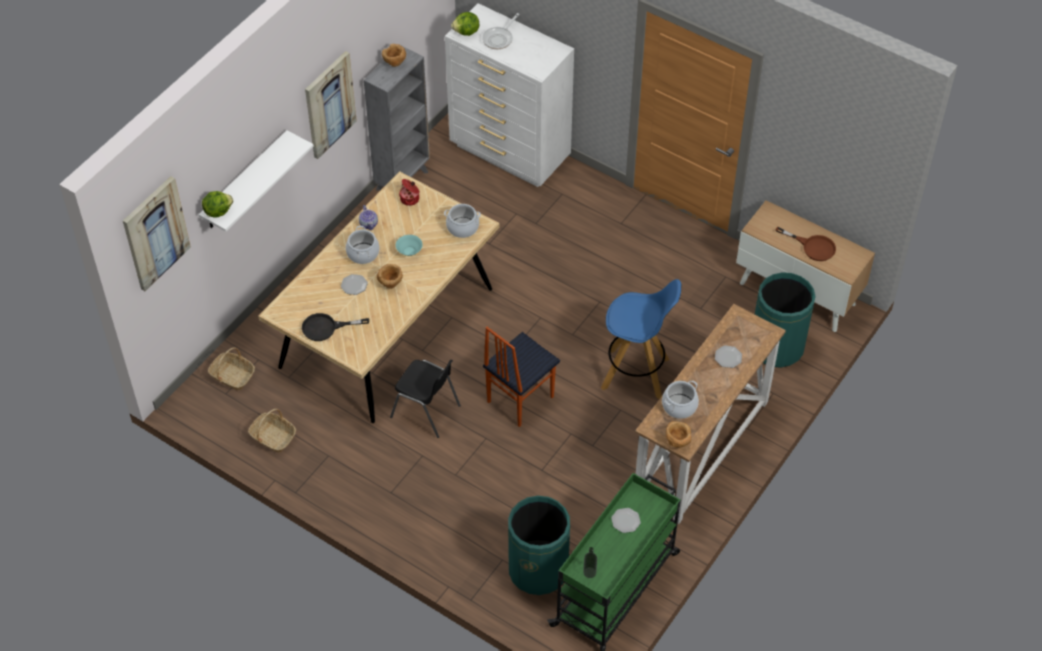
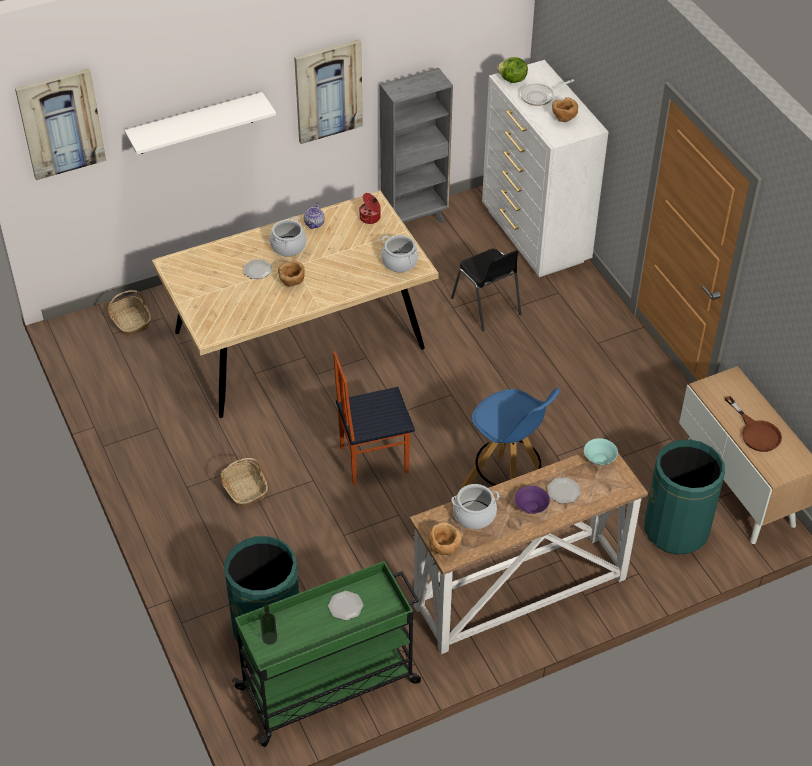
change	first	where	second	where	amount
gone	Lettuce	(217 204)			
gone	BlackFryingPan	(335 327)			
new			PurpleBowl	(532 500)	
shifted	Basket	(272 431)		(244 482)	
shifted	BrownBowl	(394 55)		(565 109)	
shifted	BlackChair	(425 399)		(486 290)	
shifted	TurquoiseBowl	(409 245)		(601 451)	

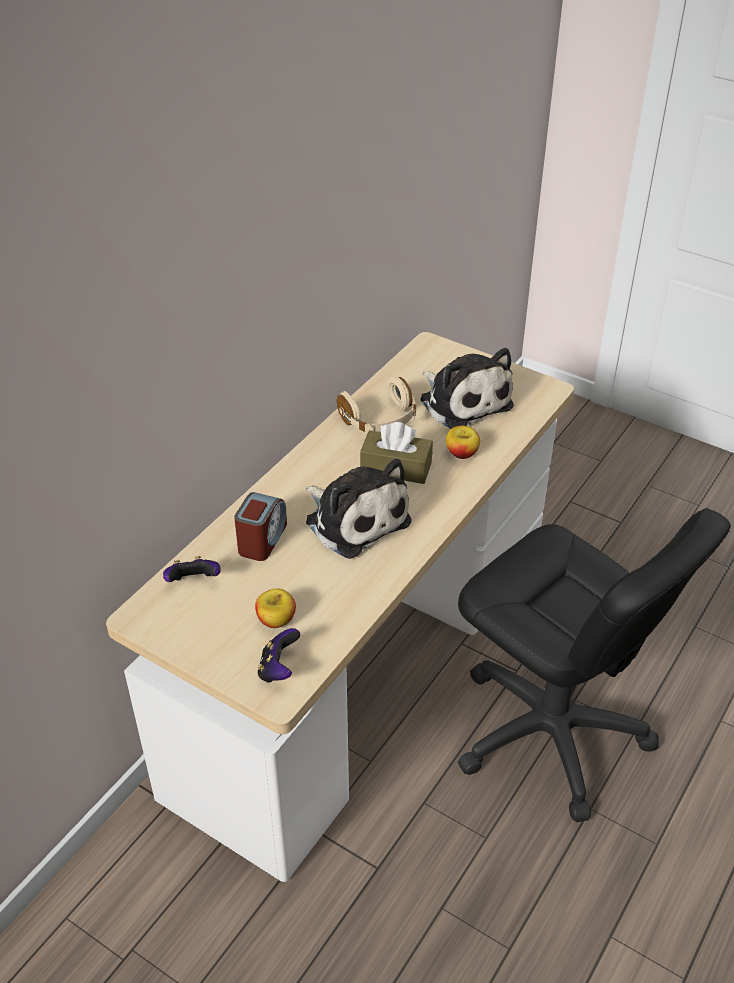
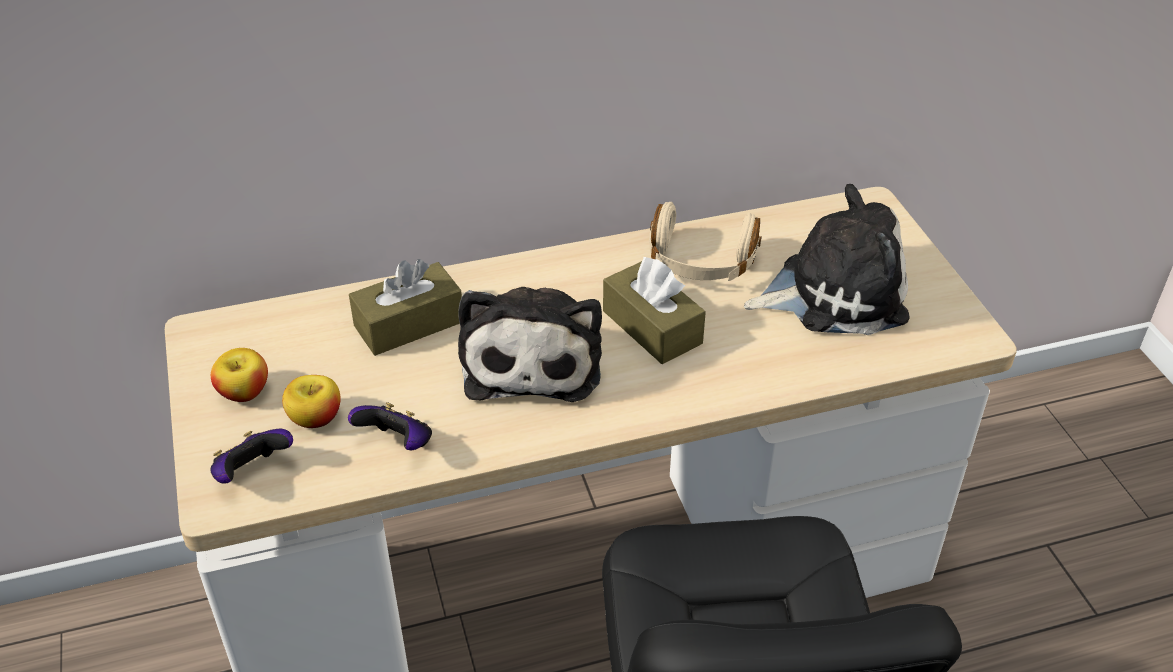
change	first	where	second	where	amount
shifted	GameController	(192 569)		(390 426)	
shifted	Apple	(463 442)		(239 375)	
swapped	AlarmClock	(260 526)	BrownTissueBox	(405 307)	
rotated	PlushToy	(467 388)		(827 259)	105 degrees counterclockwise

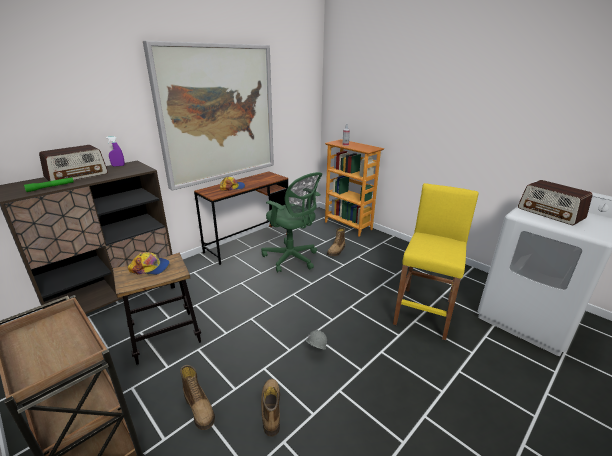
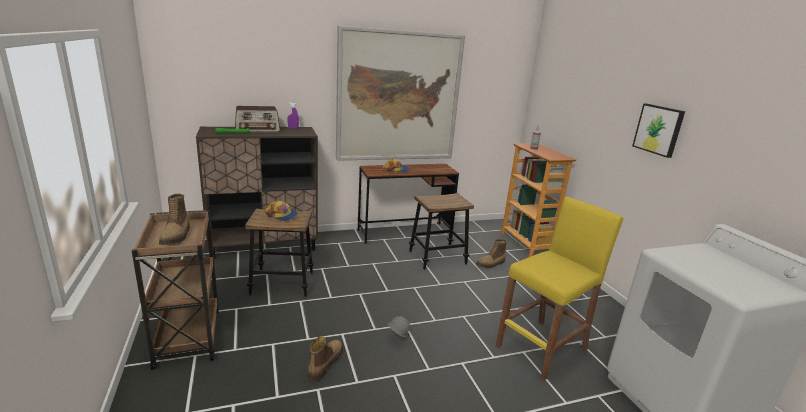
change	first	where	second	where	amount
gone	Radio	(555 202)			
new			Picture	(658 131)	
shifted	Boot	(197 397)		(174 219)	
swapped	GreenOfficeChair	(291 222)	Stool	(441 231)	

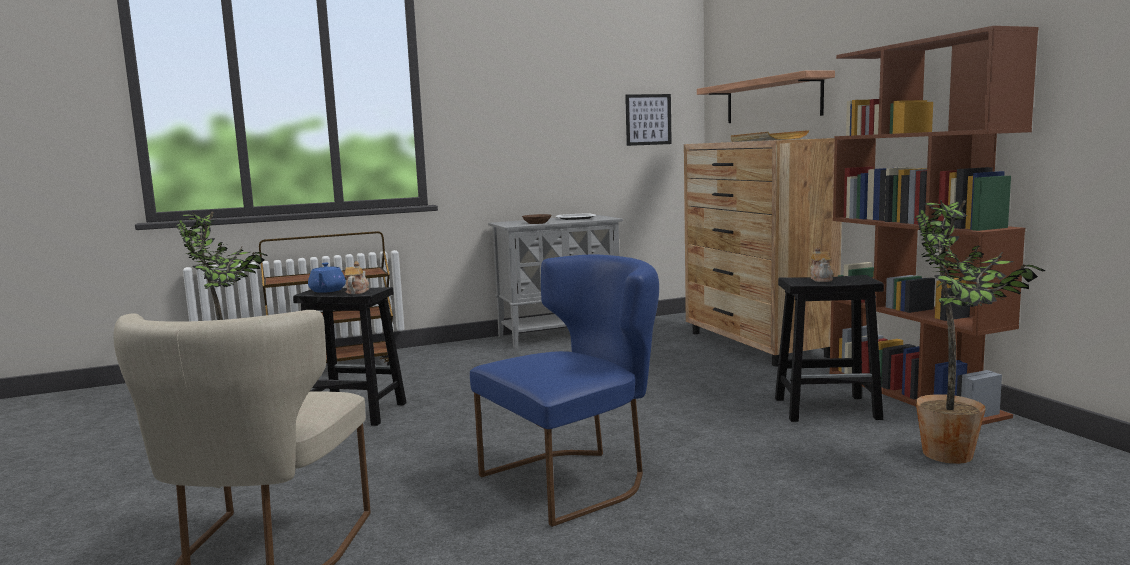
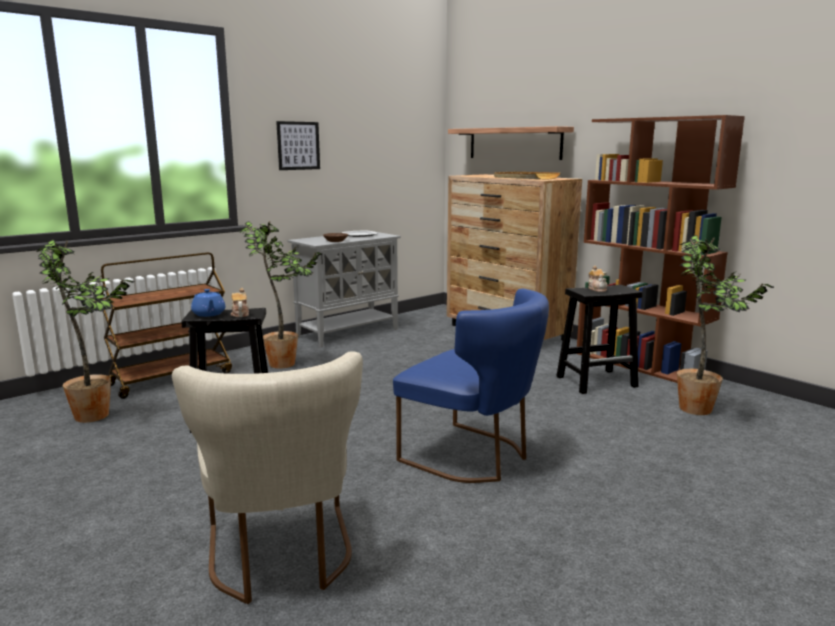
change	first	where	second	where	amount
new			PottedPlant	(280 295)	
shifted	Picture	(648 120)		(298 145)	
rotated	BlueChair	(564 391)		(471 386)	90 degrees clockwise

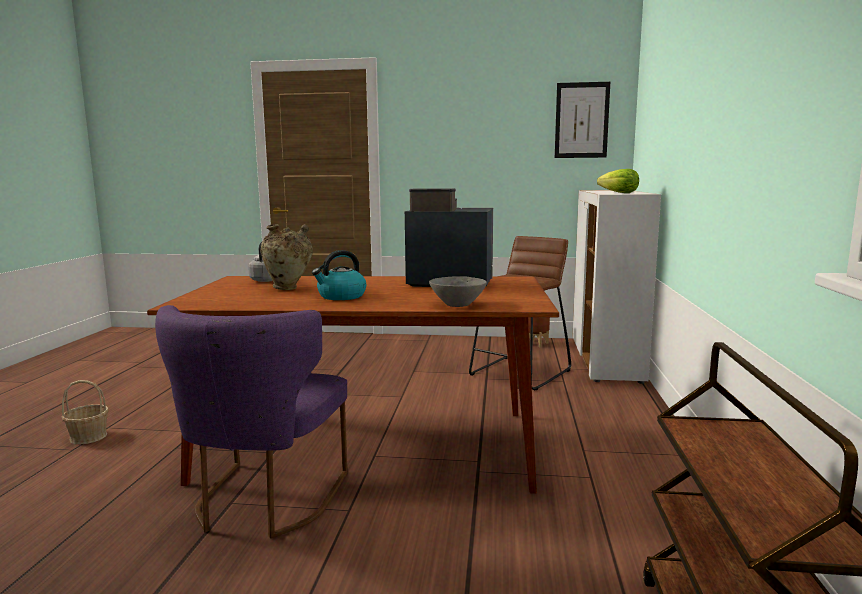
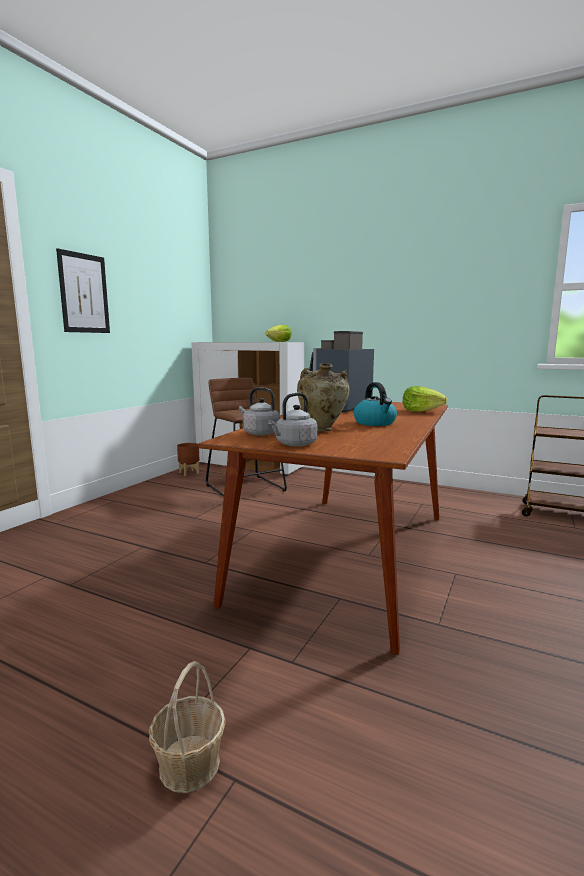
change	first	where	second	where	amount
gone	PurpleChair	(251 422)			
new			GreyKettle	(292 420)	
shifted	Picture	(582 120)		(83 290)	
swapped	GreyBowl	(458 291)	Lettuce	(425 399)	

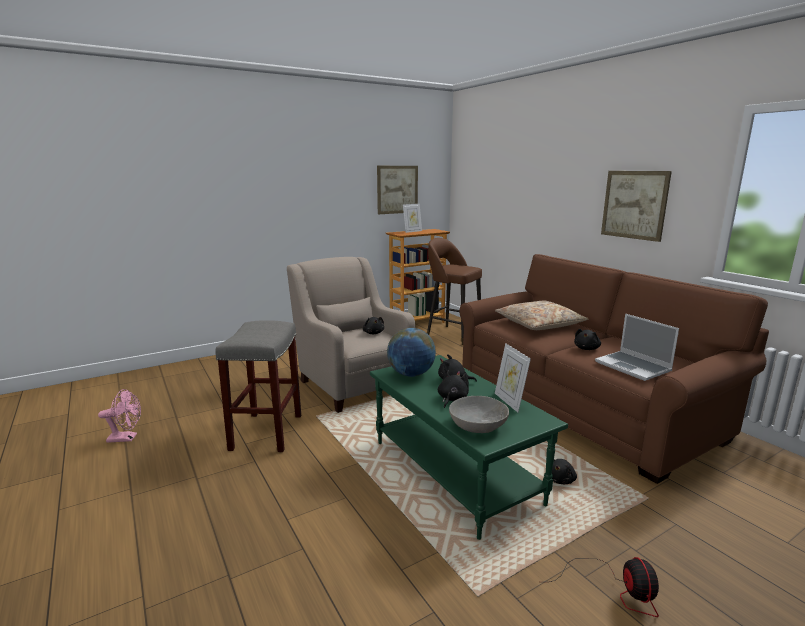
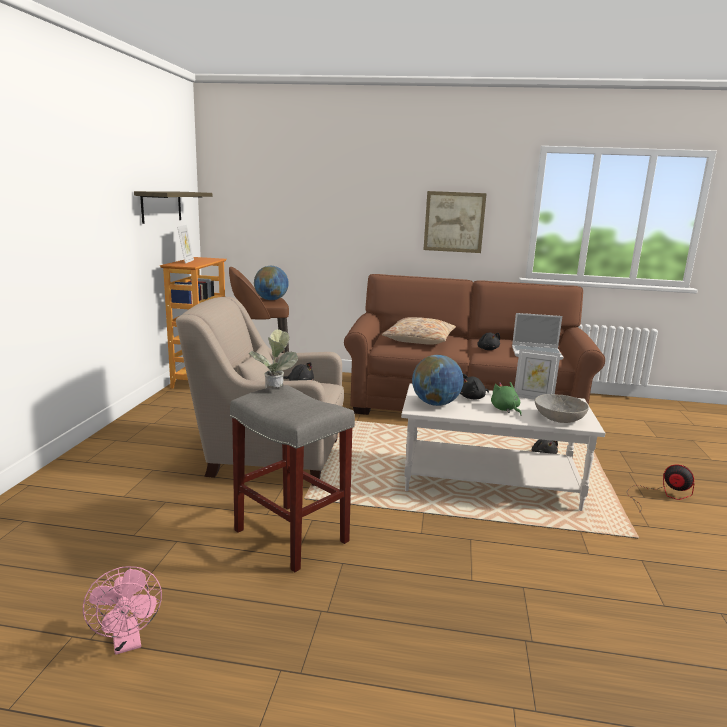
change	first	where	second	where	amount
new			PottedPlant	(273 359)	
new			Globe	(271 283)	
swapped	Picture	(397 190)	Shelf	(173 207)	
repainted	GreenCoffeeTable	(469 447)	WhiteCoffeeTable	(503 447)	
repainted	BlackPlushToy	(453 389)	GreenPlushToy	(506 399)	
rotated	PinkFan	(119 416)		(122 610)	120 degrees clockwise

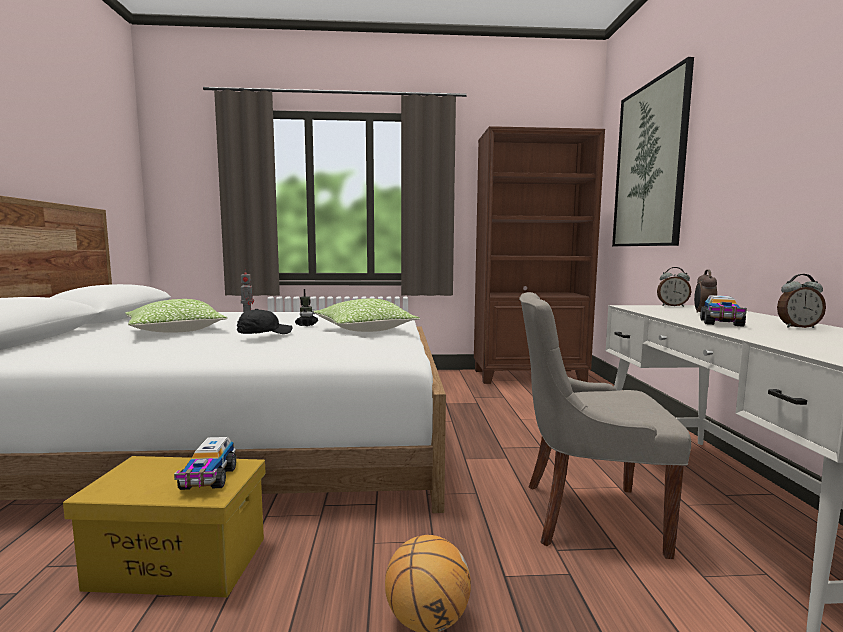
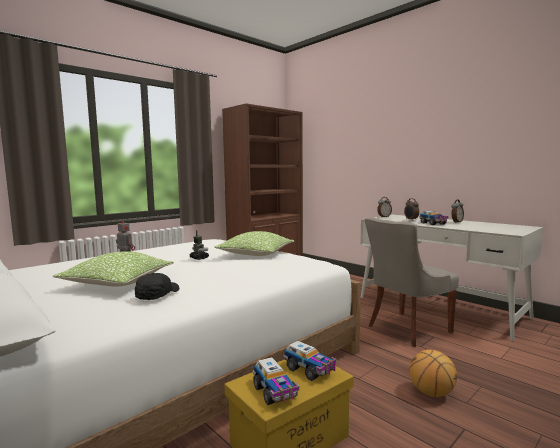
change	first	where	second	where	amount
gone	Picture	(653 151)			
new			ToyTruck	(276 381)	
shifted	BlackCap	(265 321)		(157 286)	

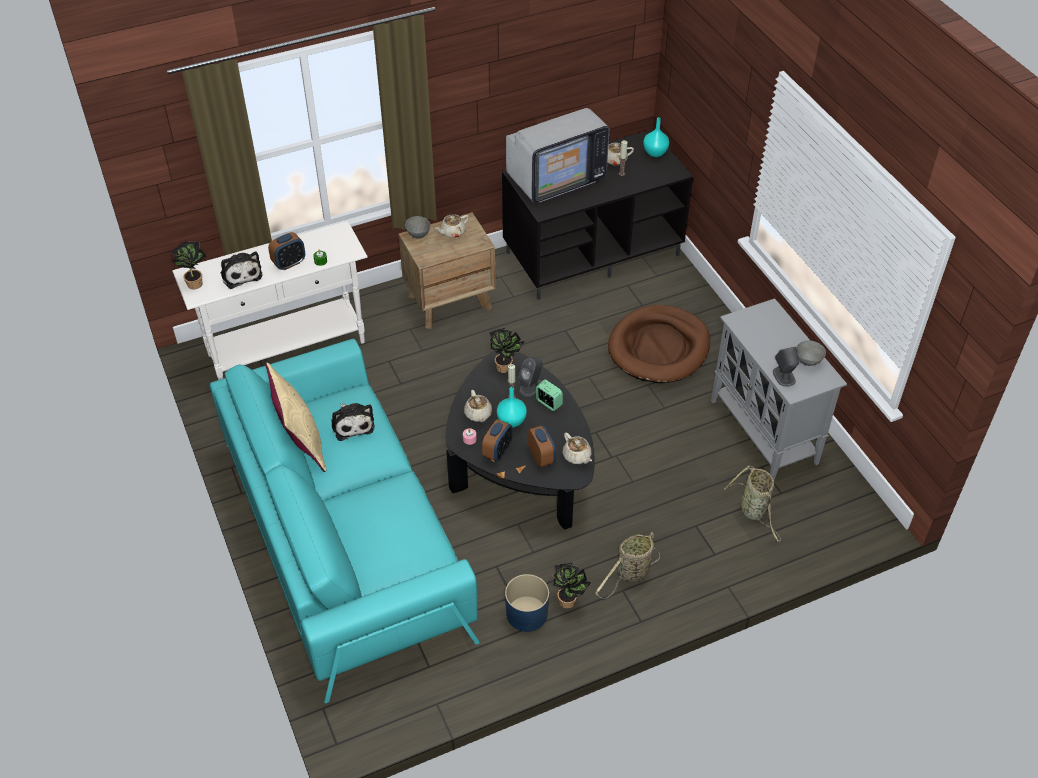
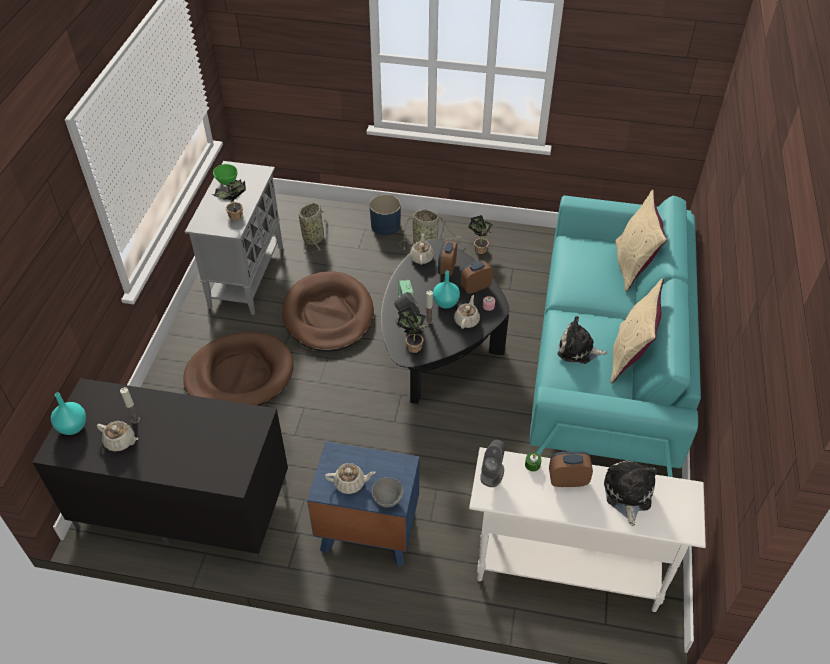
change	first	where	second	where	amount
gone	Television	(557 155)			
new			BrownDogBed	(328 311)	
new			BeigePillow	(641 241)	
shifted	PottedPlant	(188 265)		(229 199)	
shifted	BluePlanter	(527 603)		(385 214)	
shifted	GreySpeaker	(786 367)		(492 463)	
repainted	BrownNightstand	(447 270)	BlueNightstand	(363 504)	
repainted	GreyBowl	(811 353)	GreenBowl	(225 174)	
rotated	PlushToy	(353 422)		(583 340)	90 degrees counterclockwise

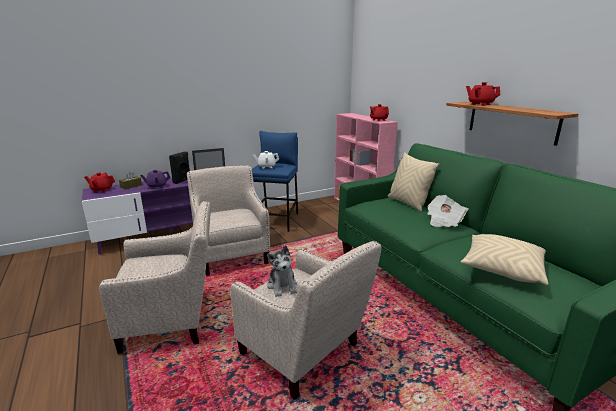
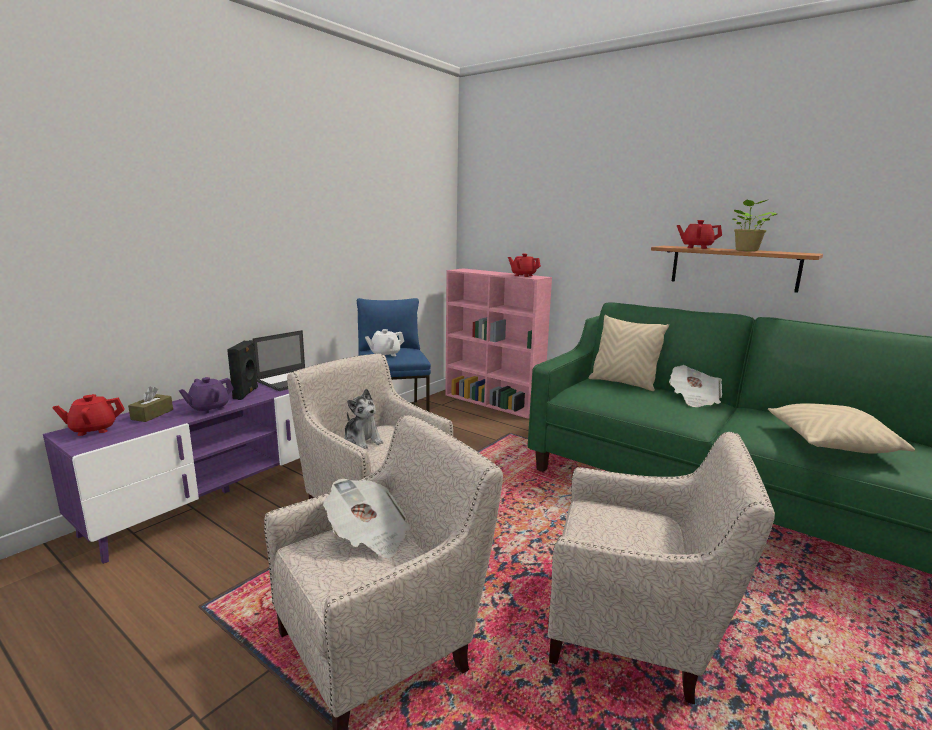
change	first	where	second	where	amount
new			Newspaper	(367 518)	
new			PottedPlant	(754 225)	
shifted	PlushToy	(282 271)		(364 418)	

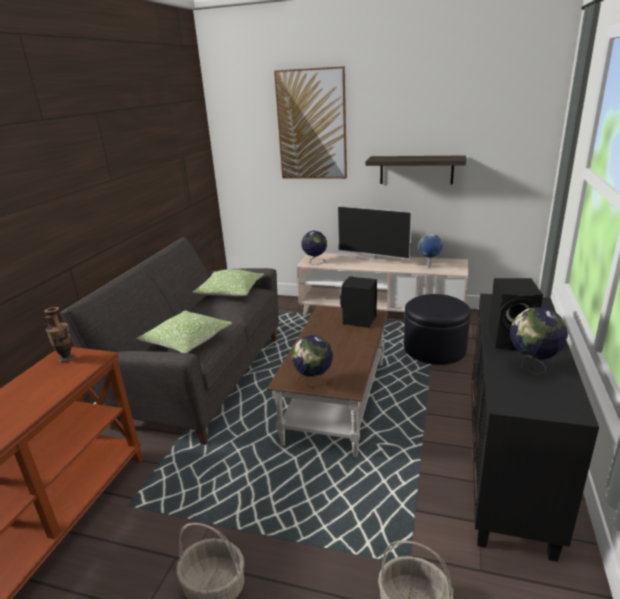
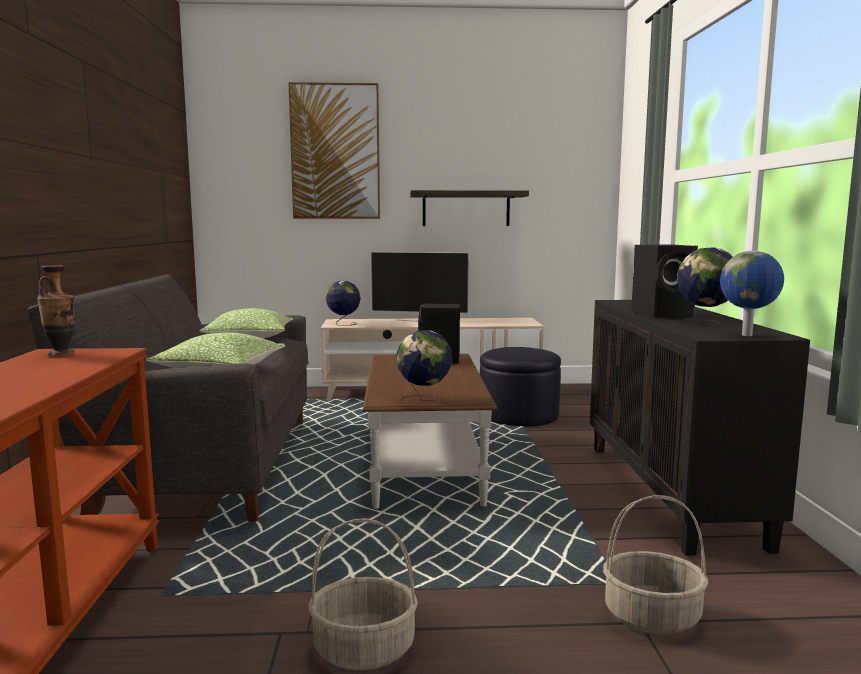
change	first	where	second	where	amount
shifted	Globe	(430 251)		(752 293)	

